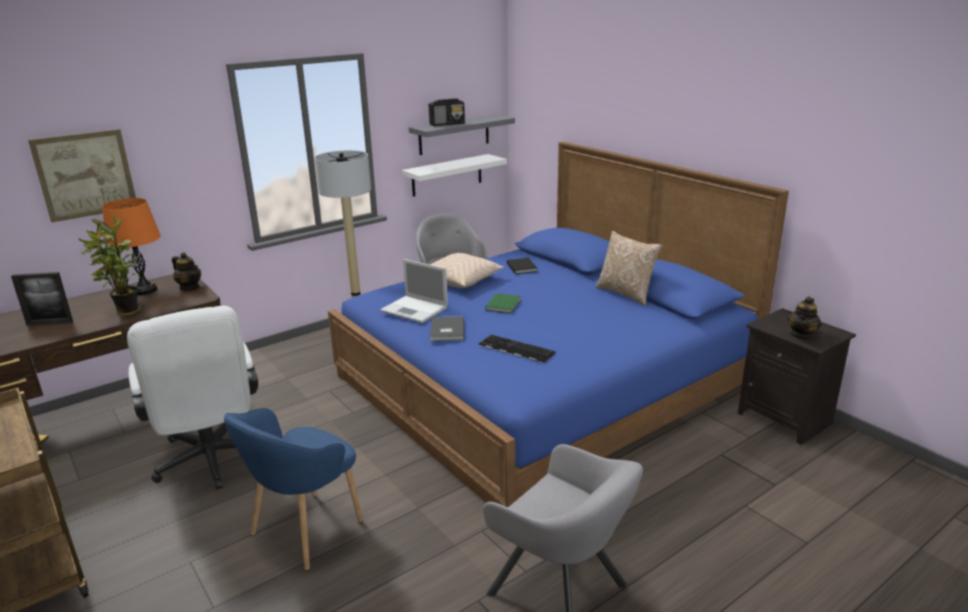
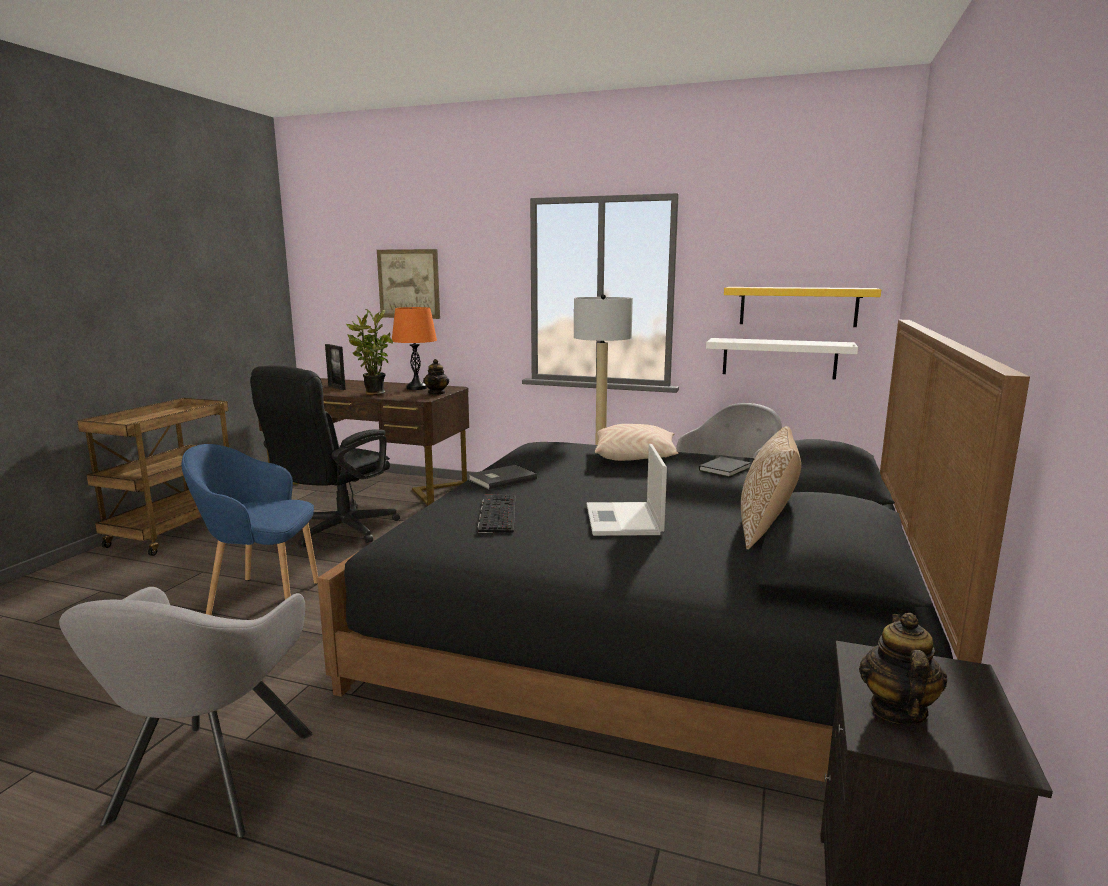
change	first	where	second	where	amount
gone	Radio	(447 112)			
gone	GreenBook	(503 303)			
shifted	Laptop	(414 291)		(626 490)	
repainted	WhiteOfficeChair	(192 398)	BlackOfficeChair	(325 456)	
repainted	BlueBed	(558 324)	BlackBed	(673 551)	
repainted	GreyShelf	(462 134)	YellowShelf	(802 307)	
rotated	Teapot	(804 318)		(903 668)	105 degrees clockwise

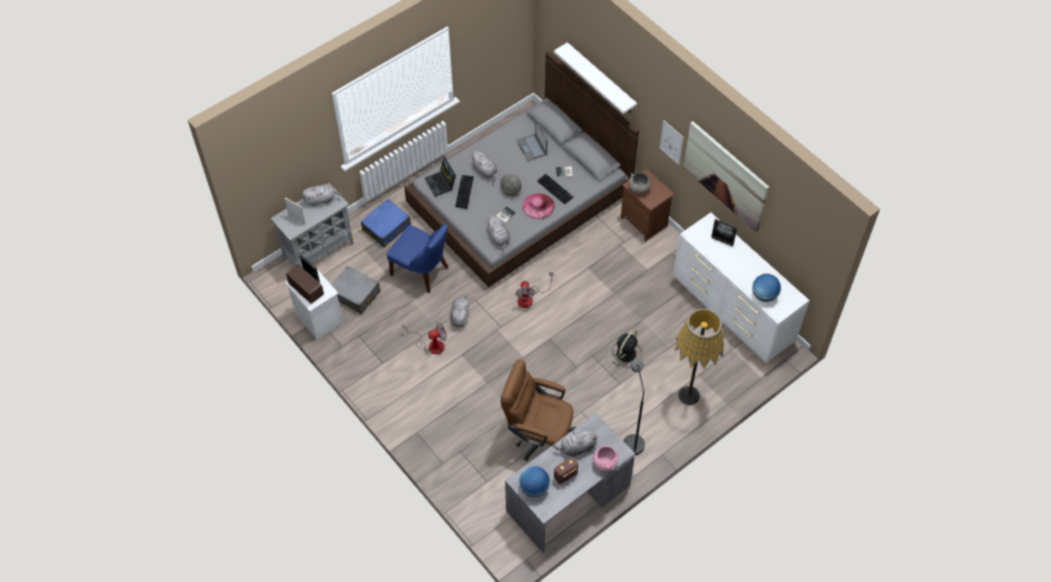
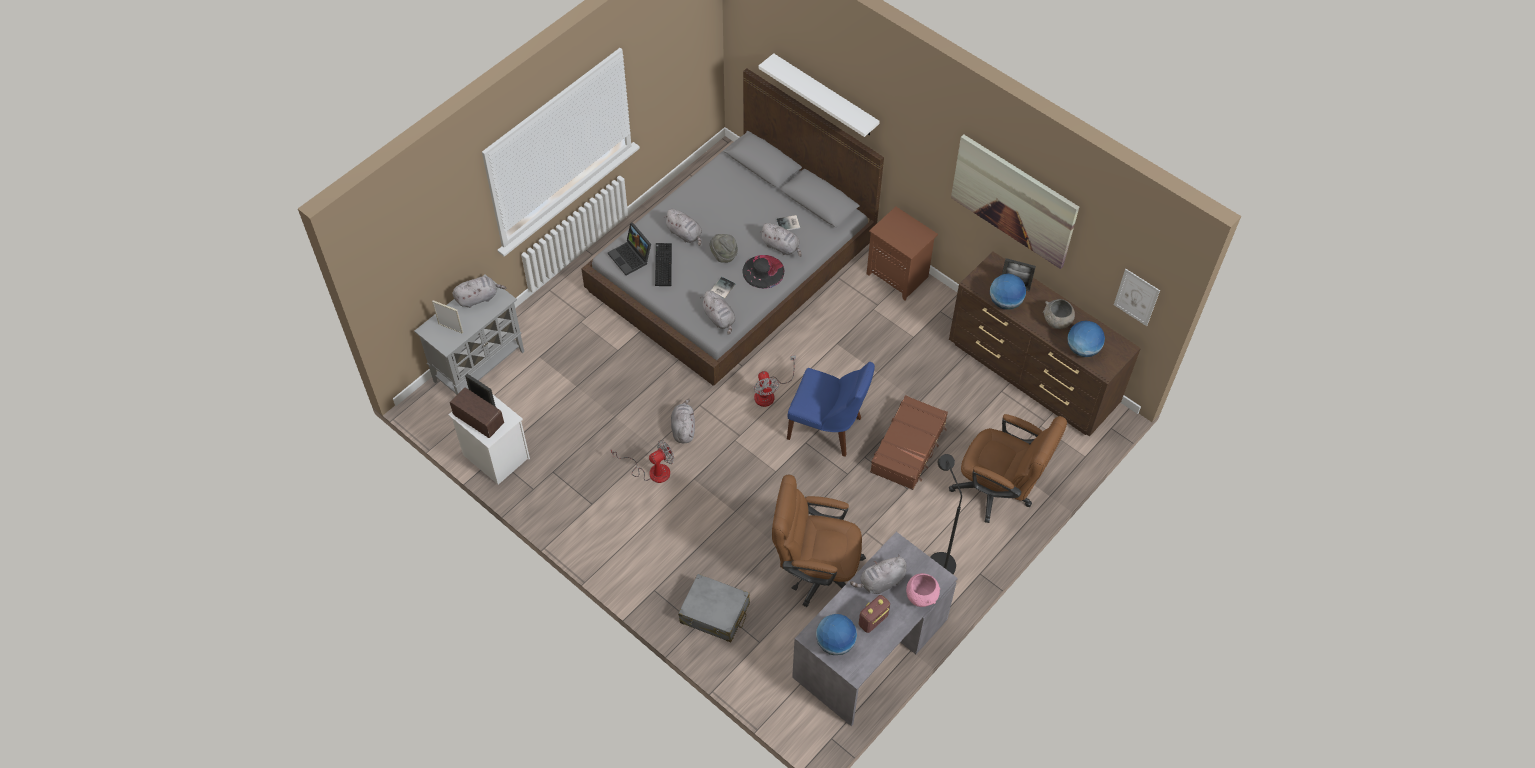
change	first	where	second	where	amount
gone	BlueSuitcase	(386 223)			
gone	Laptop	(531 140)			
new			Globe	(1008 292)	
shifted	GreySuitcase	(356 290)		(714 608)	
shifted	BlueChair	(417 258)		(831 409)	
shifted	GreyBowl	(639 183)		(1059 314)	
shifted	Picture	(672 142)		(1137 297)	
swapped	Keyboard	(555 189)	GreyPlushToy	(781 240)	
swapped	BlackFan	(627 349)	BrownSuitcase	(909 442)	
swapped	FloorLamp	(699 357)	BrownOfficeChair	(1008 468)	
repainted	PinkHat	(538 206)	BlackHat	(763 272)	
repainted	WhiteDresser	(741 288)	BrownDresser	(1045 344)	

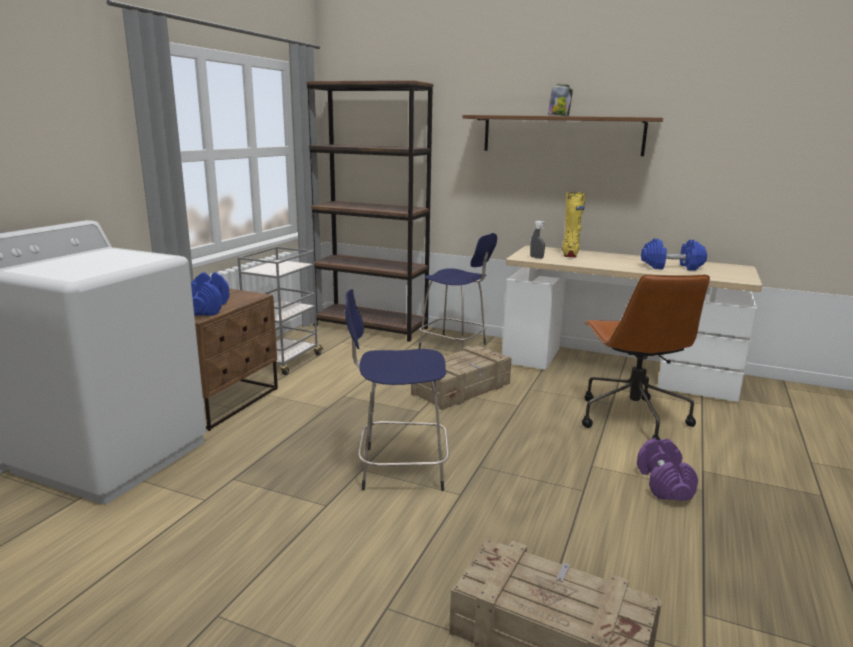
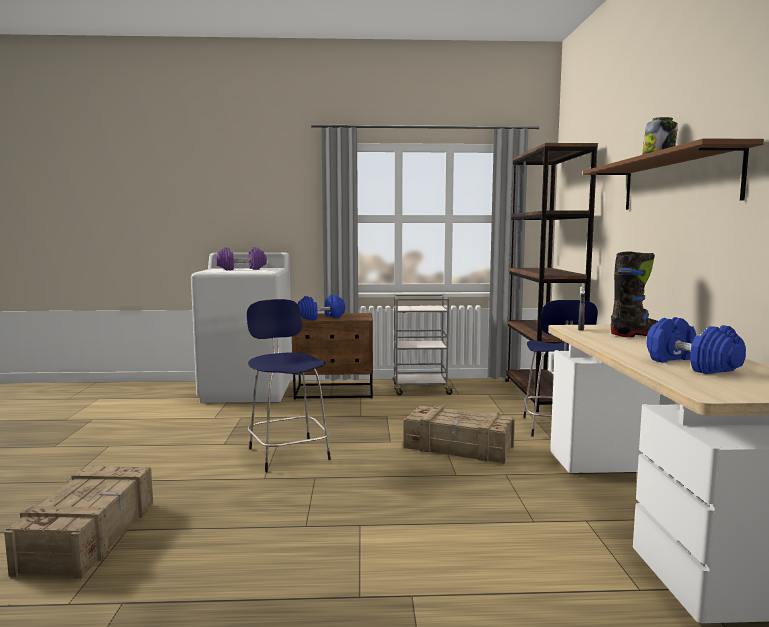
change	first	where	second	where	amount
gone	BrownOfficeChair	(646 357)			
shifted	PurpleDumbbell	(667 469)		(241 259)	
repainted	YellowBoot	(573 224)	BlackBoot	(634 294)	

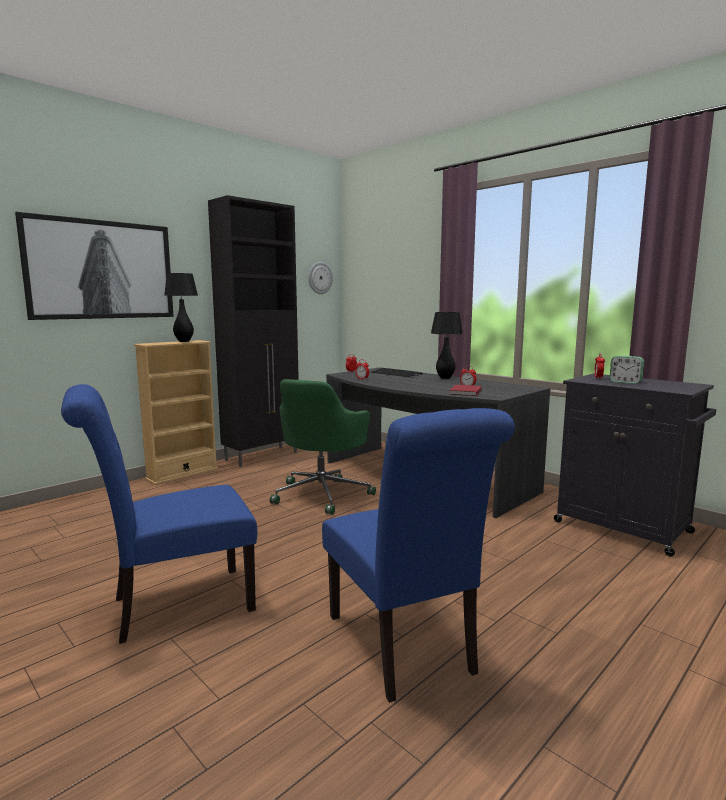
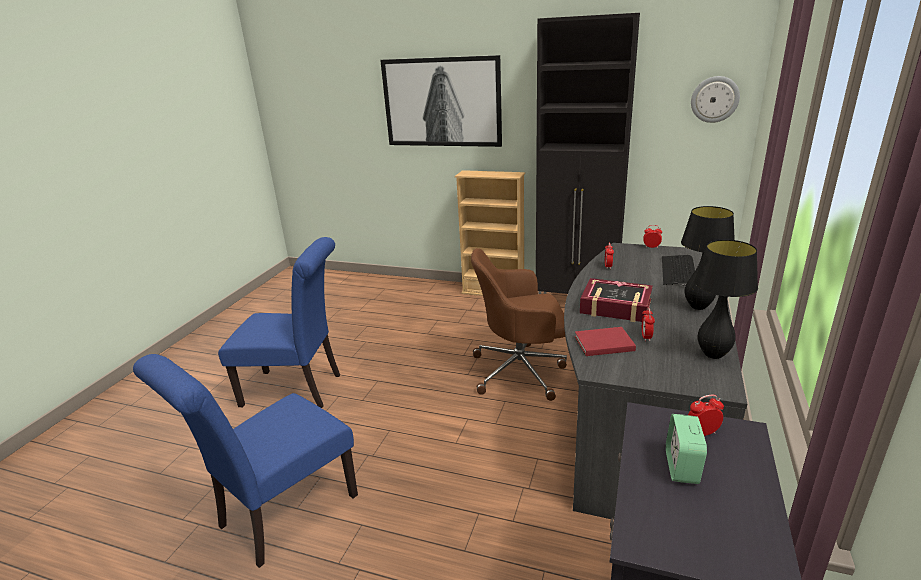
change	first	where	second	where	amount
new			Book	(616 300)	
shifted	BlackTableLamp	(181 307)		(726 299)	
repainted	GreenOfficeChair	(323 447)	BrownOfficeChair	(519 324)	
rotated	BlueChair	(159 514)		(279 322)	150 degrees clockwise

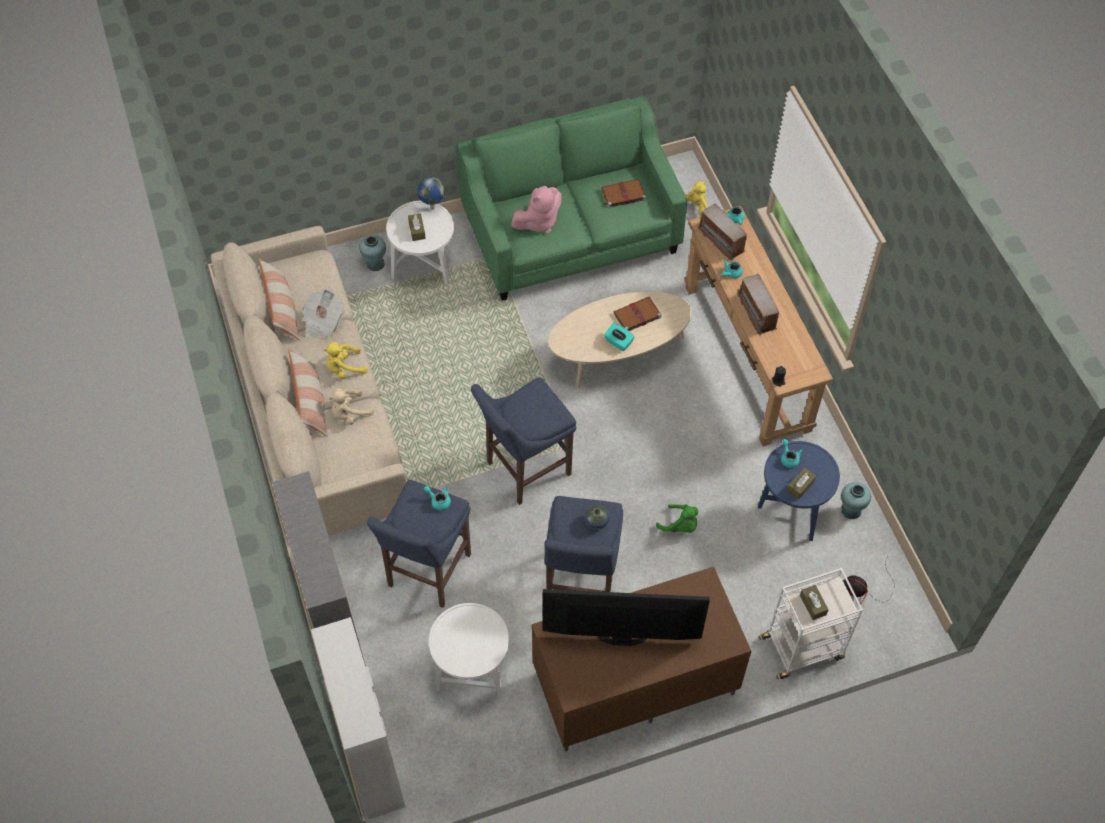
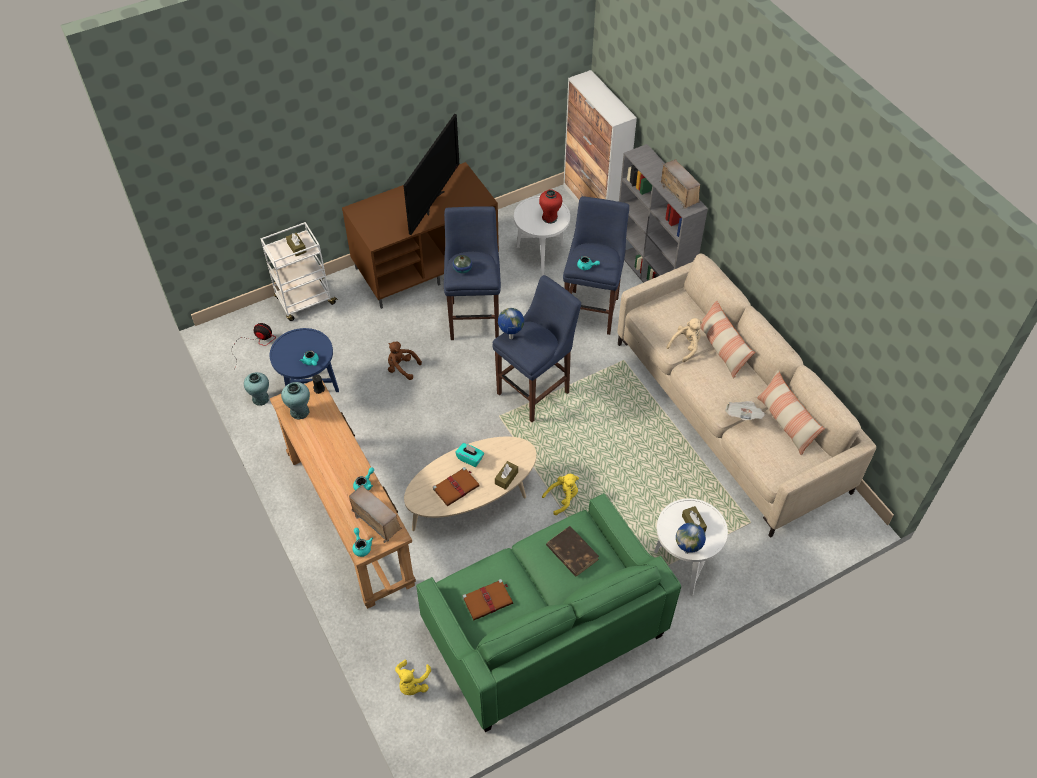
change	first	where	second	where	amount
new			Globe	(511 323)	
new			RedVase	(550 206)	
shifted	YellowPlushToy	(345 360)		(560 494)	
shifted	TurquoiseVase	(372 253)		(295 401)	
shifted	Radio	(758 304)		(680 184)	
shifted	BrownTissueBox	(801 484)		(506 475)	
swapped	PinkPlushToy	(536 209)	BrownBook	(572 551)	
repainted	GreenPlushToy	(677 518)	BrownPlushToy	(405 361)	
rotated	Television	(626 617)		(431 174)	60 degrees counterclockwise

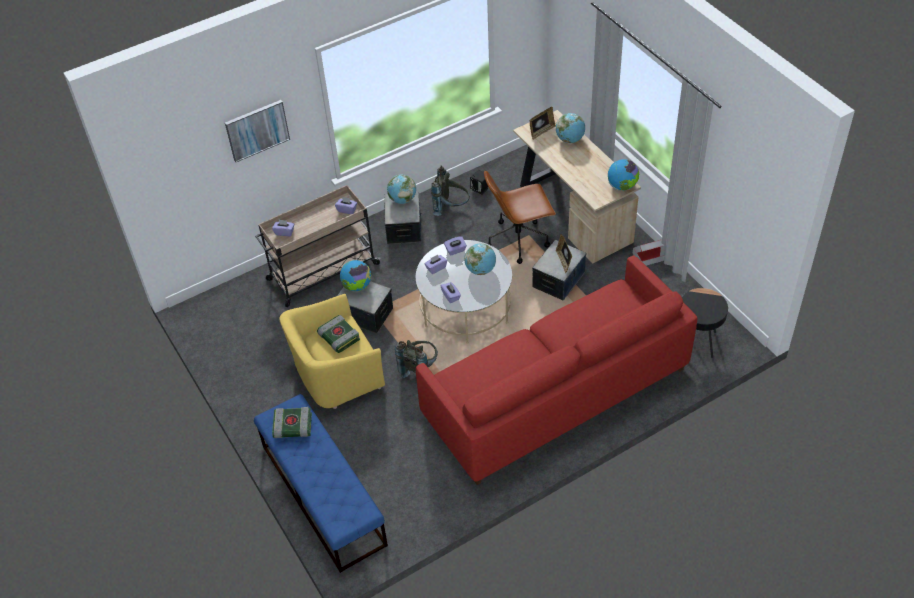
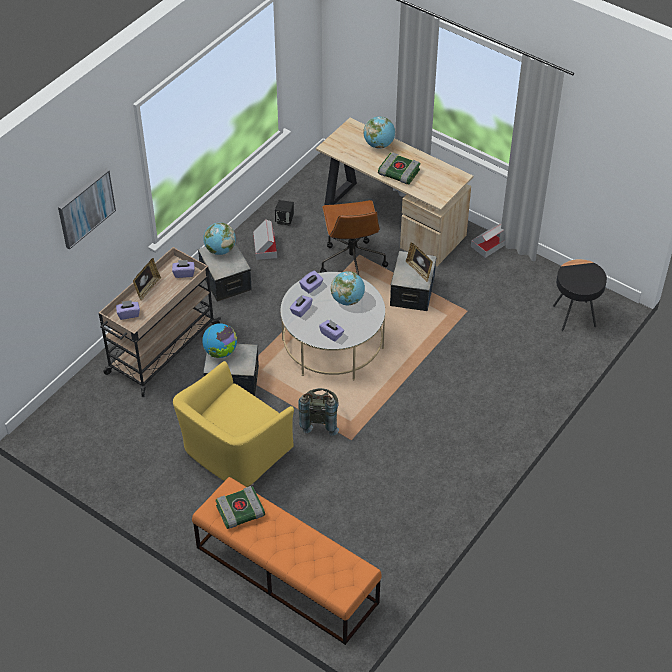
change	first	where	second	where	amount
gone	RedSofa	(557 370)			
gone	Globe	(623 174)			
shifted	Book	(338 334)		(399 168)	
shifted	PictureFrame	(542 123)		(147 279)	
swapped	GreyBackpack	(450 191)	CardboardBox	(265 239)	
repainted	BlueBench	(321 483)	OrangeBench	(287 561)	
rotated	BrownOfficeChair	(520 217)		(354 237)	60 degrees counterclockwise

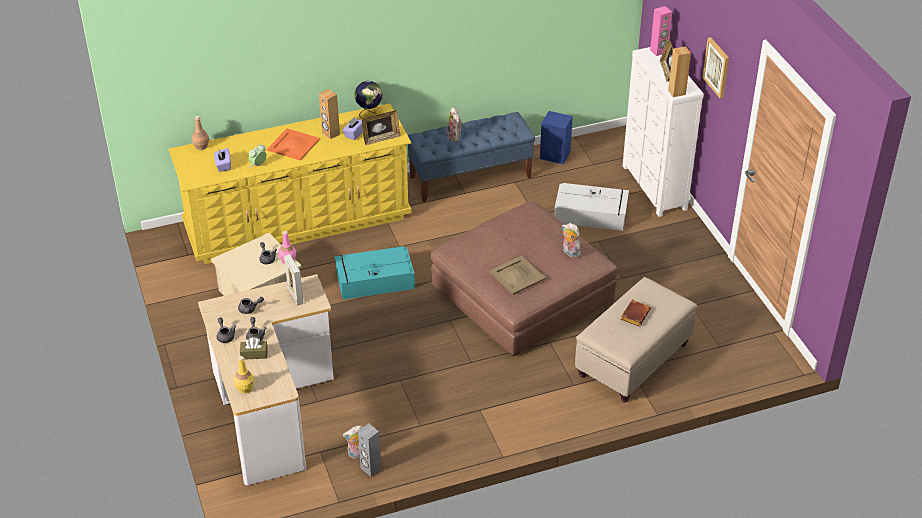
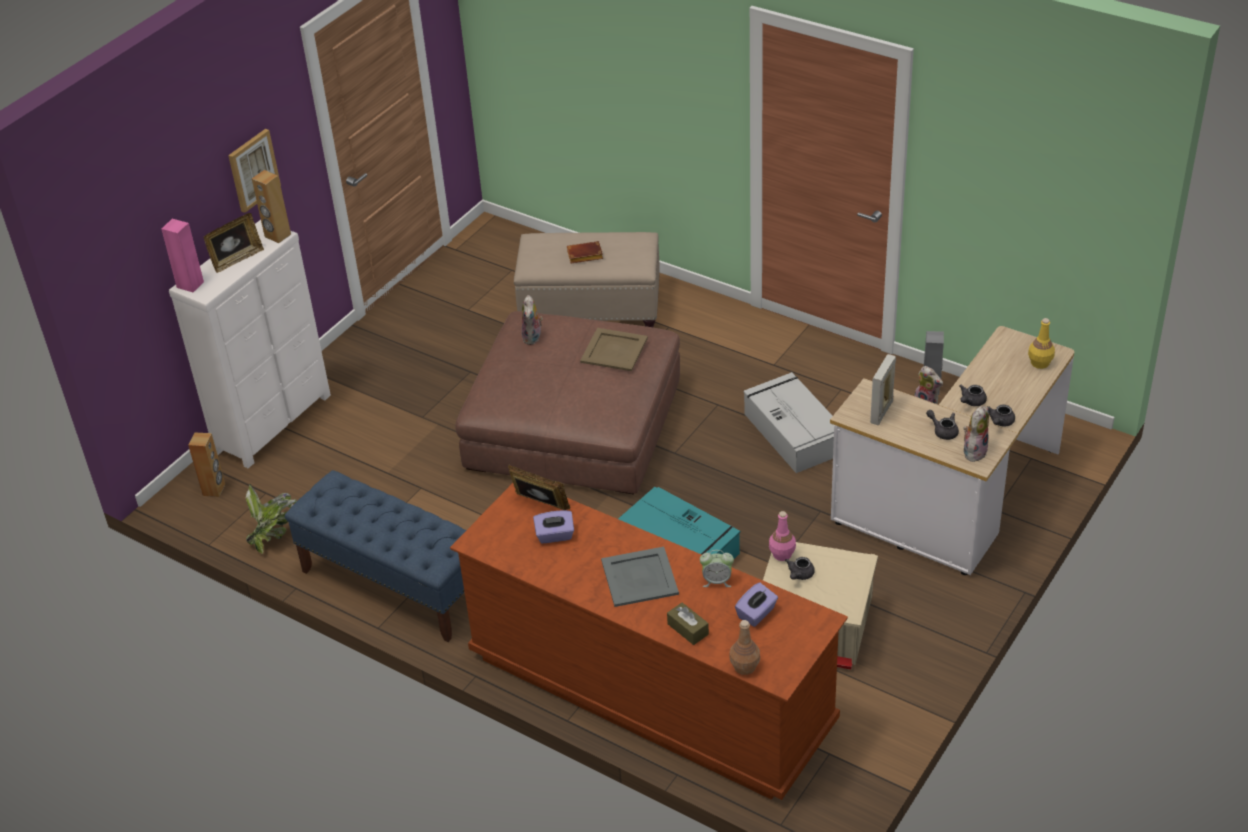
change	first	where	second	where	amount
gone	Globe	(368 100)			
shifted	BrownTissueBox	(254 348)		(688 623)	
shifted	BrownSpeaker	(329 114)		(206 464)	
shifted	PlushToy	(455 124)		(976 434)	
shifted	GreyStorageBox	(591 207)		(788 422)	
swapped	BlueSpeaker	(556 138)	PottedPlant	(271 519)	
repainted	YellowDresser	(290 183)	BrownDresser	(649 641)	
repainted	OrangeTray	(293 144)	GreyTray	(640 577)	

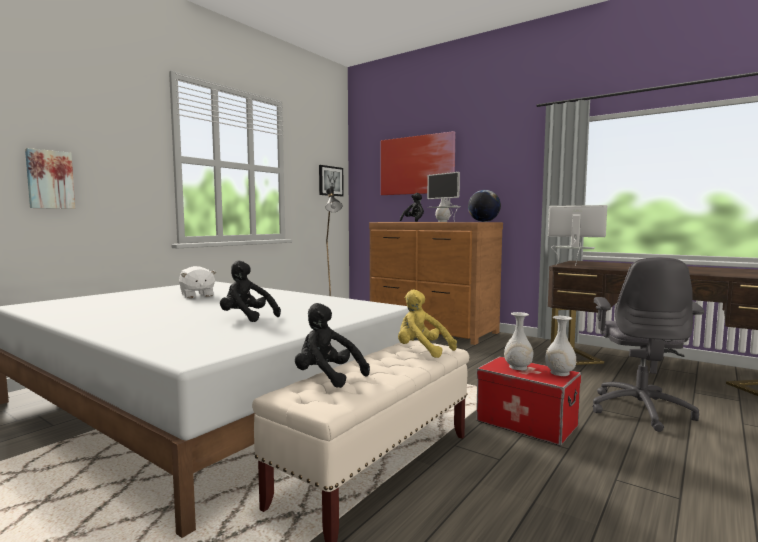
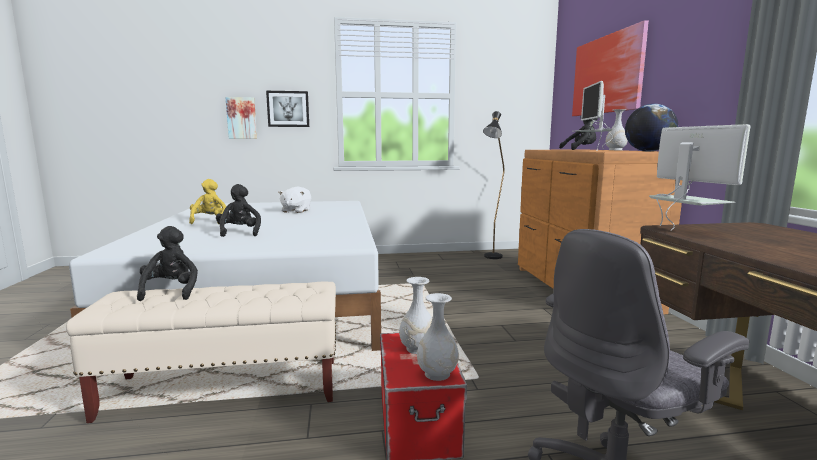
change	first	where	second	where	amount
shifted	Picture	(331 180)		(287 109)	
shifted	YellowPlushToy	(427 323)		(207 202)	

